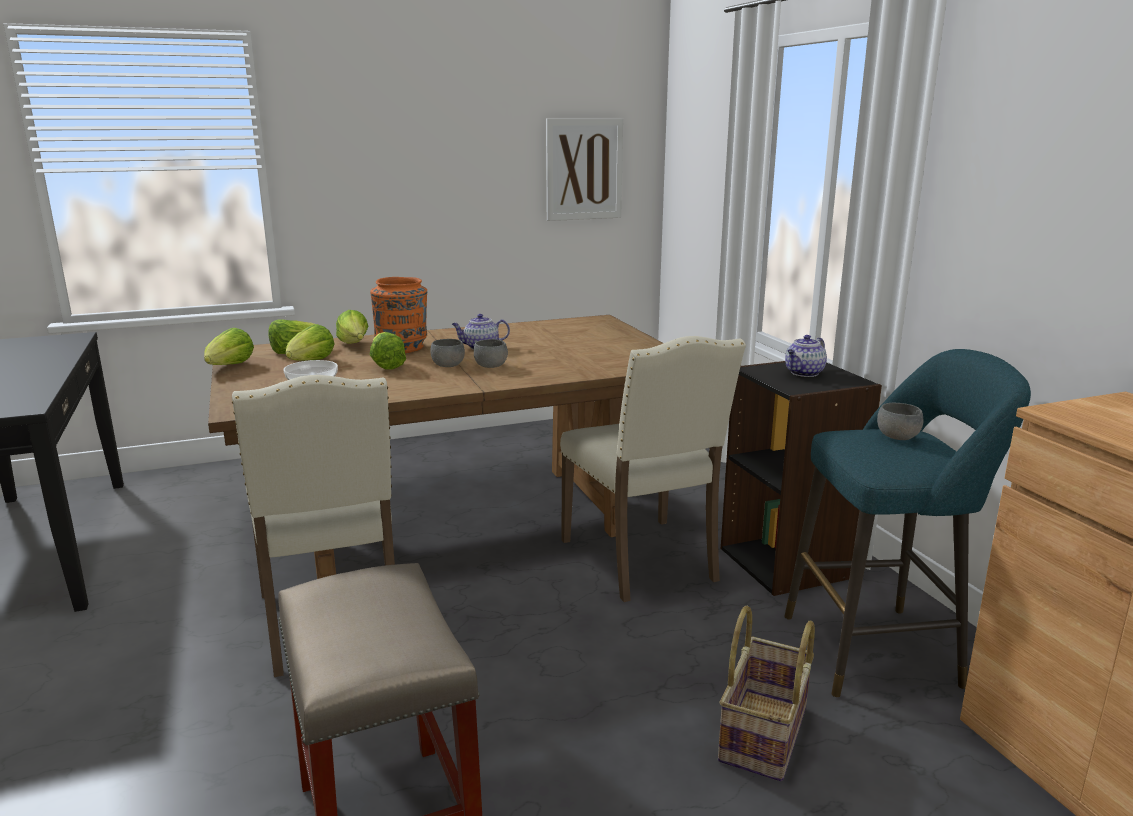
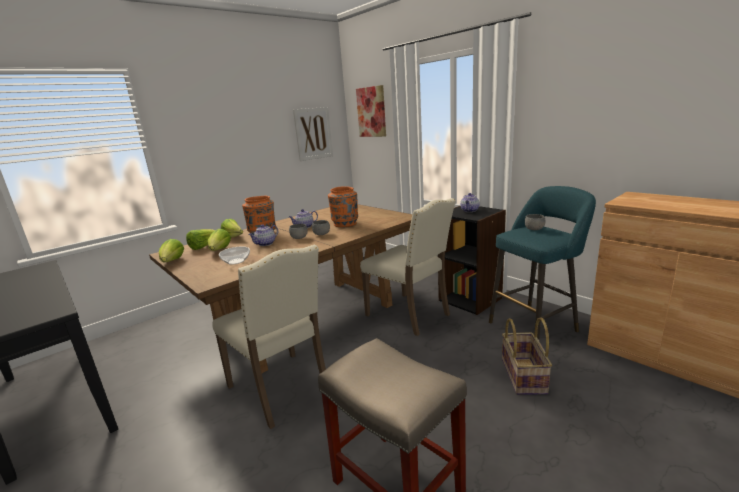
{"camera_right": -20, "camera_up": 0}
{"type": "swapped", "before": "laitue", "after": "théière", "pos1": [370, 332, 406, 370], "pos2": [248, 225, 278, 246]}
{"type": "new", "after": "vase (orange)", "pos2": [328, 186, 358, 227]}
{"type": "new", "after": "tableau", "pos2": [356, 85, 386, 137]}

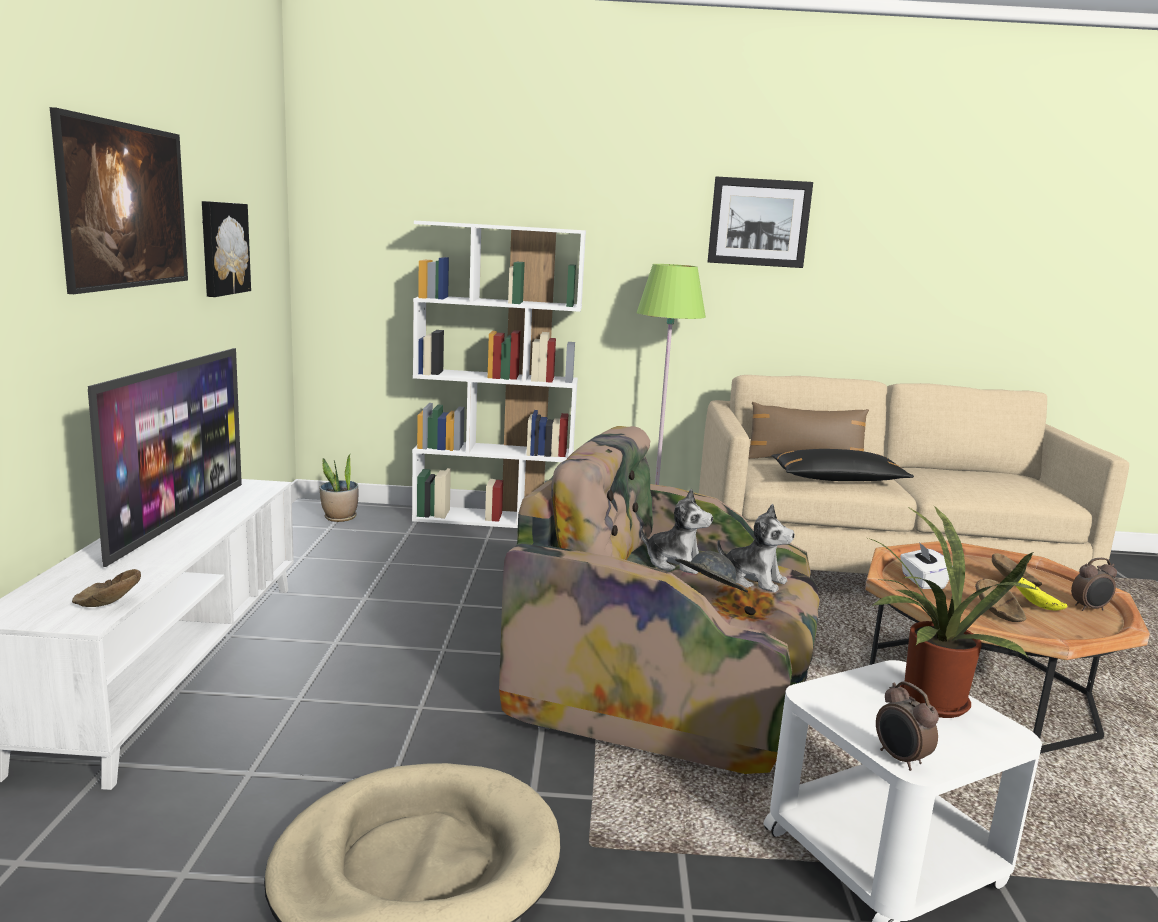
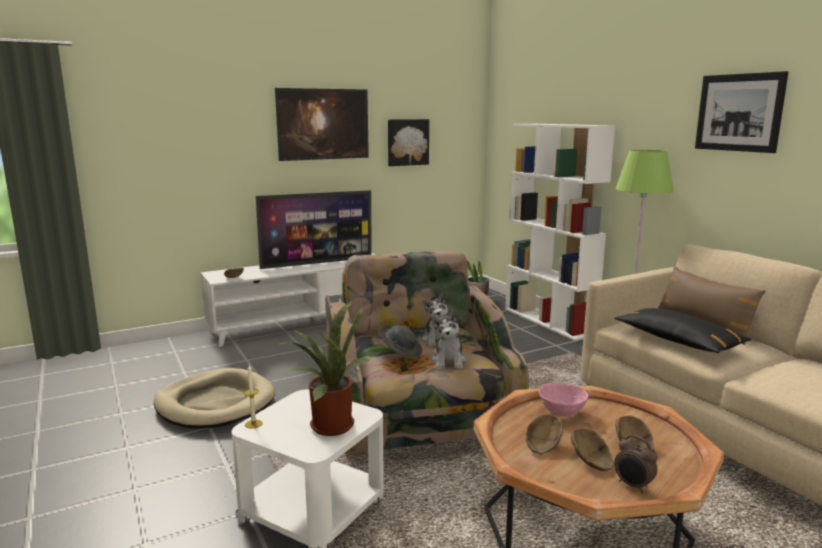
{"camera_right": 60, "camera_up": 0}
{"type": "swapped", "before": "réveil", "after": "bougie", "pos1": [876, 681, 939, 771], "pos2": [244, 365, 263, 429]}
{"type": "swapped", "before": "boîte à mouchoirs (blanc)", "after": "bol (rose)", "pos1": [900, 542, 953, 589], "pos2": [539, 383, 588, 417]}
{"type": "repainted", "before": "bol (jaune)", "after": "bol (marron)", "pos1": [1016, 578, 1067, 611], "pos2": [571, 428, 614, 471]}

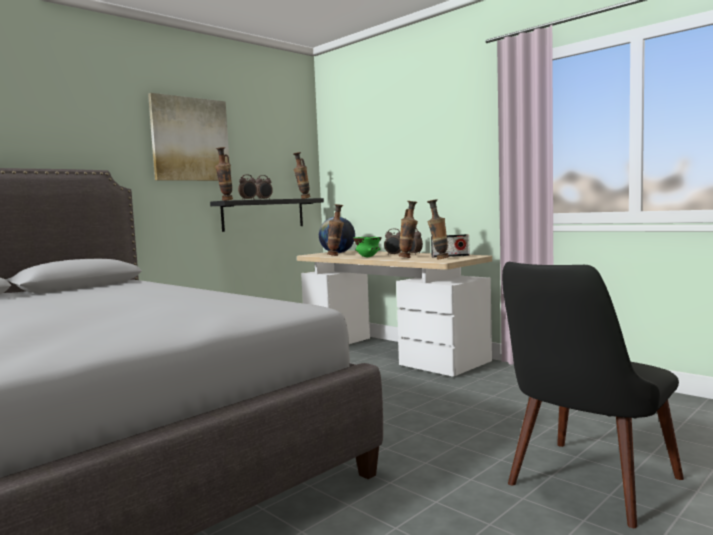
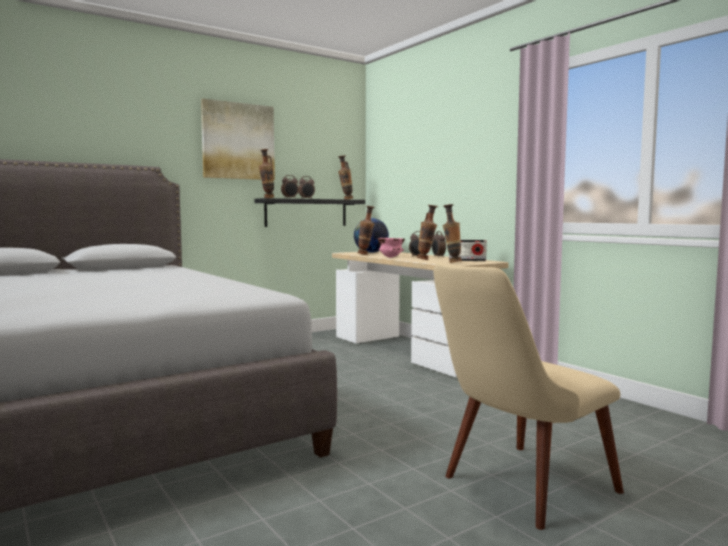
{"camera_right": 10, "camera_up": 0}
{"type": "repainted", "before": "bol (vert)", "after": "bol (rose)", "pos1": [353, 237, 382, 258], "pos2": [377, 238, 405, 258]}
{"type": "repainted", "before": "chaise (noir)", "after": "chaise (beige)", "pos1": [502, 262, 684, 528], "pos2": [433, 262, 624, 530]}

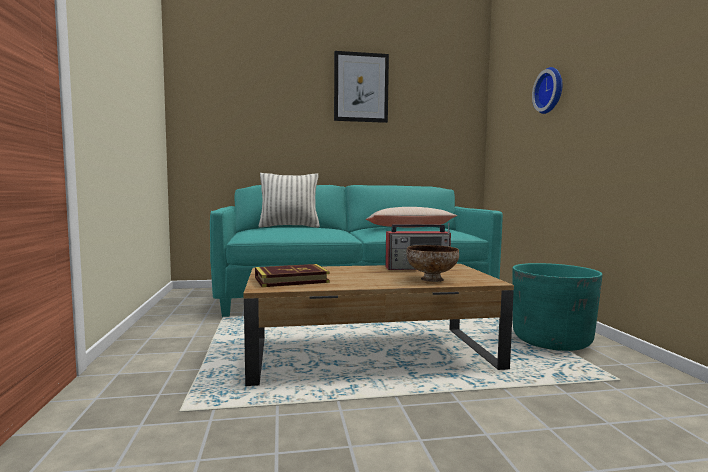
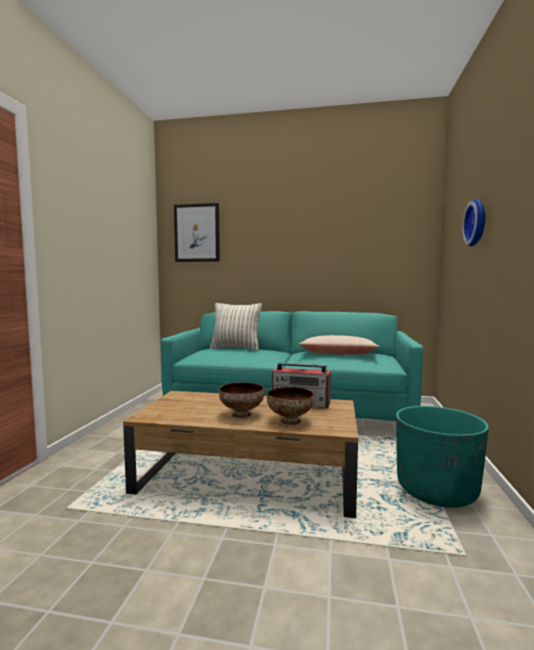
{"camera_right": 20, "camera_up": 0}
{"type": "gone", "before": "livre", "pos1": [255, 264, 330, 287]}
{"type": "shifted", "before": "tableau", "pos1": [334, 51, 389, 123], "pos2": [174, 203, 220, 262]}
{"type": "new", "after": "bol", "pos2": [219, 382, 264, 418]}

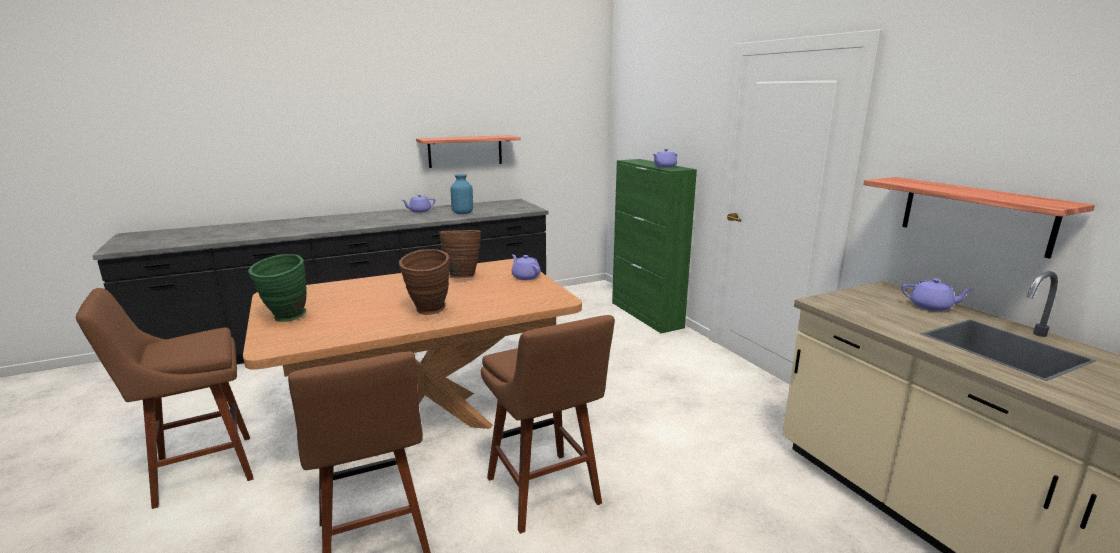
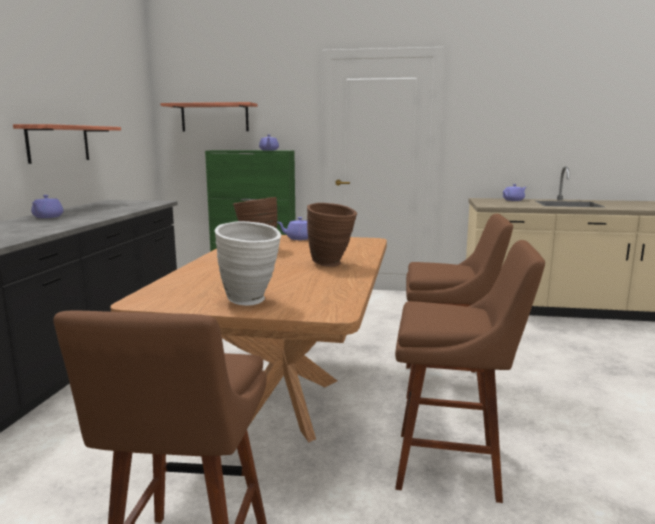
{"camera_right": -55, "camera_up": -5}
{"type": "repainted", "before": "vase (vert)", "after": "vase (blanc)", "pos1": [248, 254, 307, 322], "pos2": [215, 221, 281, 306]}
{"type": "gone", "before": "vase (bleu)", "pos1": [450, 174, 473, 214]}
{"type": "shifted", "before": "étagère", "pos1": [863, 177, 1095, 259], "pos2": [160, 102, 257, 131]}

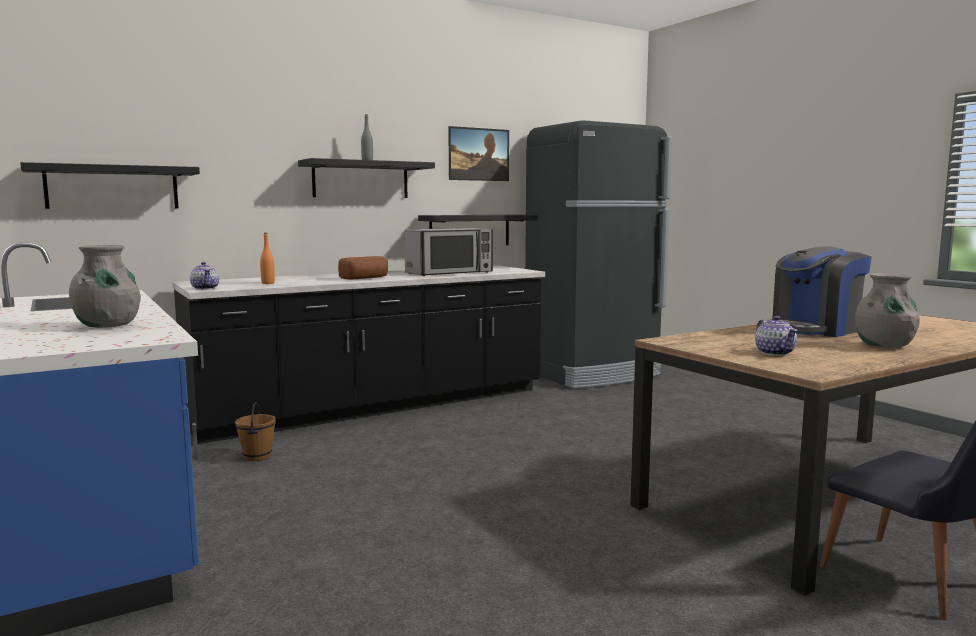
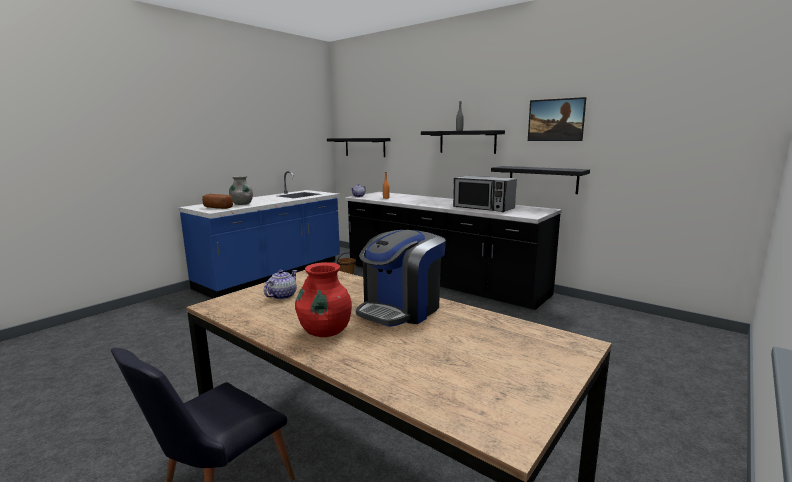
{"camera_right": 70, "camera_up": 5}
{"type": "shifted", "before": "pain", "pos1": [338, 256, 388, 280], "pos2": [202, 194, 233, 209]}
{"type": "gone", "before": "réfrigérateur (noir)", "pos1": [525, 120, 672, 389]}
{"type": "rotated", "before": "théière", "pos1": [755, 316, 798, 356], "pos2": [264, 270, 298, 300], "turn": 150}
{"type": "rotated", "before": "machine à café", "pos1": [768, 246, 872, 337], "pos2": [356, 230, 446, 327], "turn": -90}
{"type": "repainted", "before": "vase (gris)", "after": "vase (rouge)", "pos1": [855, 273, 920, 348], "pos2": [295, 262, 352, 337]}

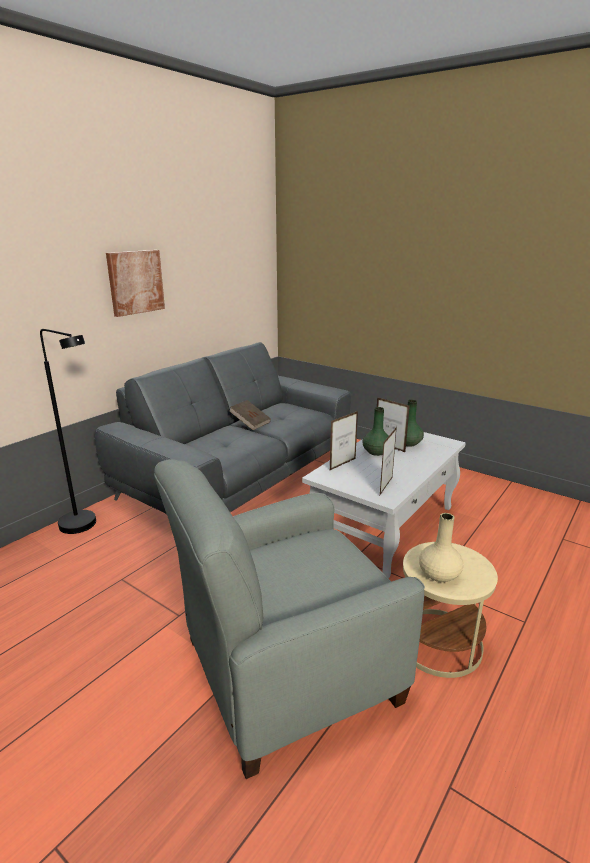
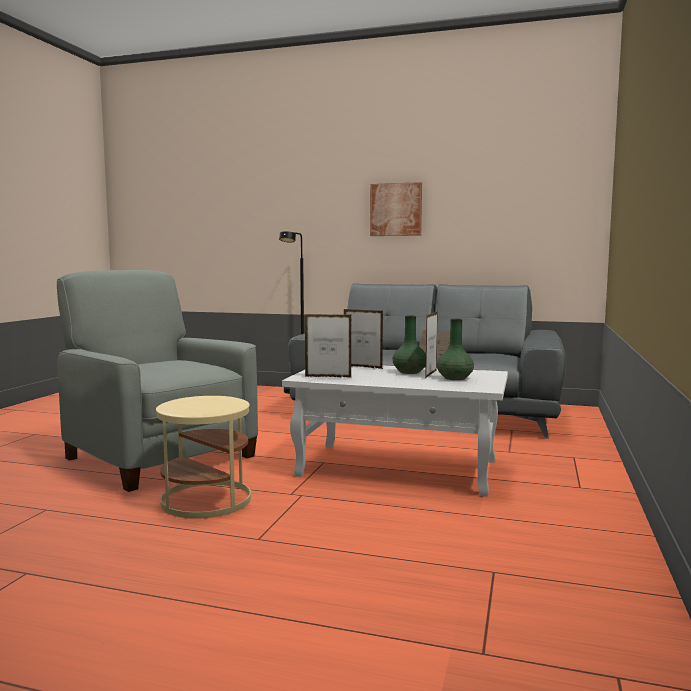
{"camera_right": 70, "camera_up": -15}
{"type": "gone", "before": "vase (beige)", "pos1": [419, 513, 464, 582]}

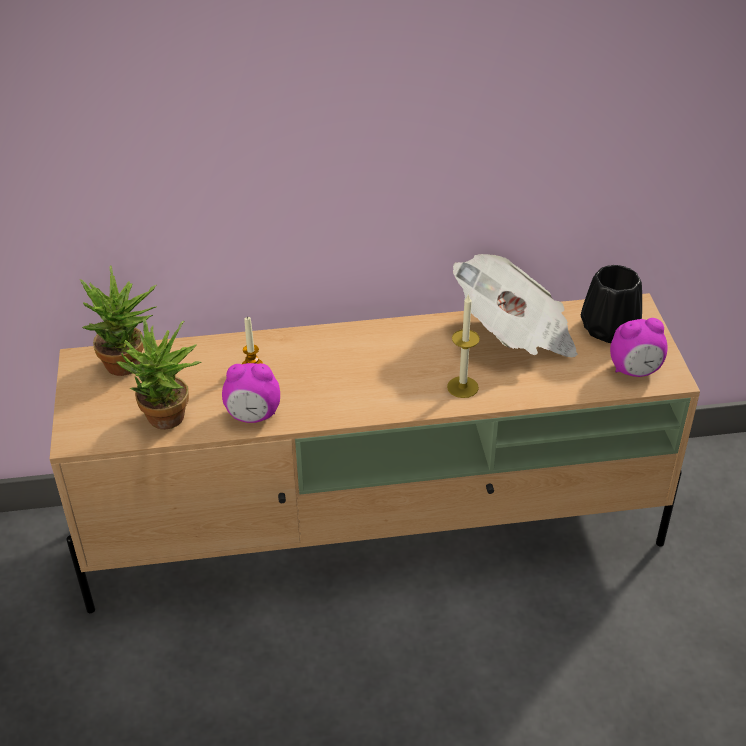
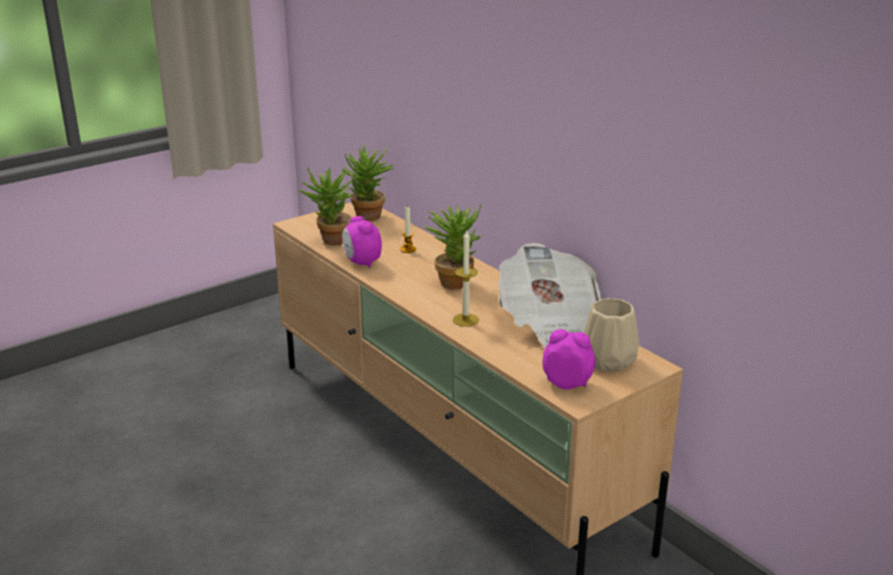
{"camera_right": 60, "camera_up": -15}
{"type": "repainted", "before": "vase (noir)", "after": "vase (beige)", "pos1": [581, 265, 642, 343], "pos2": [584, 298, 639, 371]}
{"type": "rotated", "before": "réveil", "pos1": [610, 318, 668, 377], "pos2": [542, 329, 595, 390], "turn": 150}
{"type": "new", "after": "plante en pot", "pos2": [423, 205, 482, 290]}

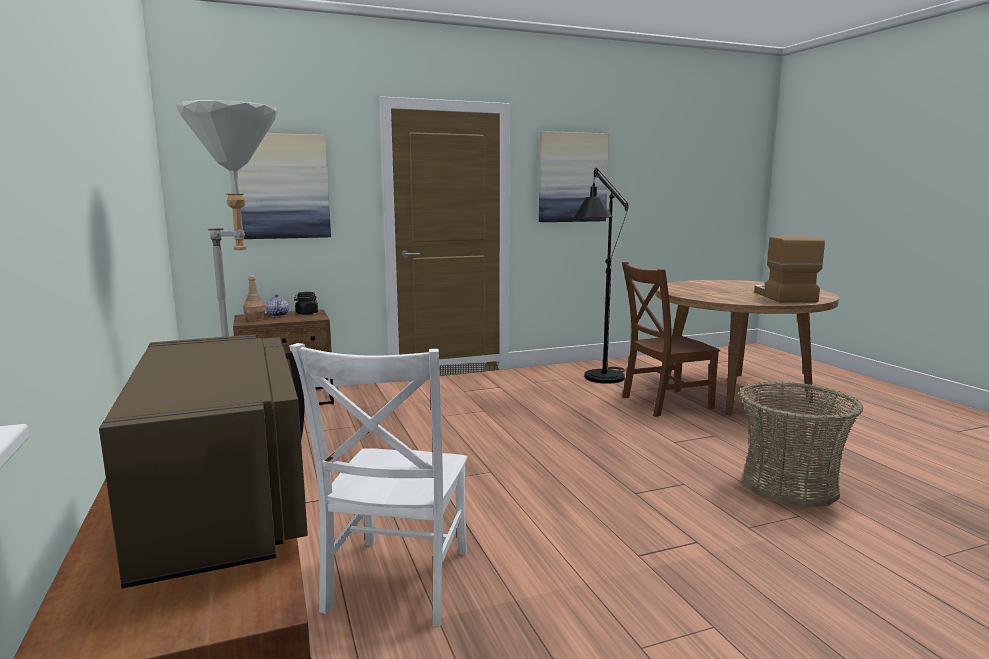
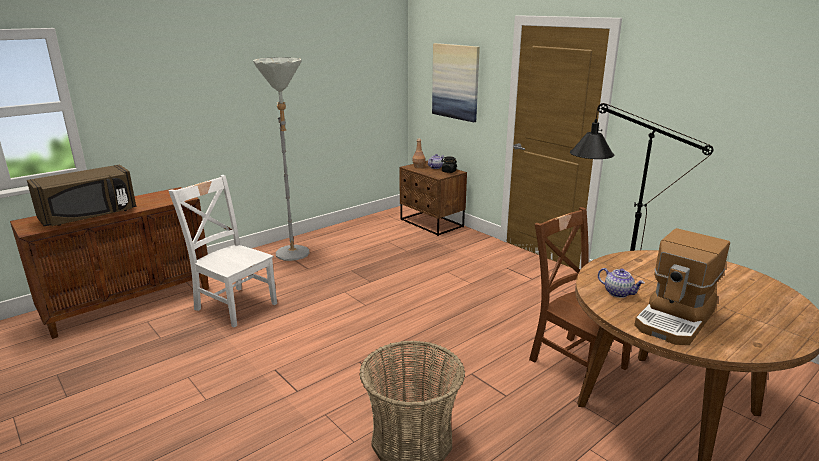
{"camera_right": 70, "camera_up": 10}
{"type": "rotated", "before": "chaise (blanc)", "pos1": [289, 343, 468, 626], "pos2": [168, 175, 277, 328], "turn": 45}
{"type": "gone", "before": "tableau", "pos1": [539, 131, 609, 222]}
{"type": "rotated", "before": "machine à café", "pos1": [754, 236, 825, 302], "pos2": [634, 228, 730, 345], "turn": 150}
{"type": "new", "after": "théière", "pos2": [598, 268, 645, 298]}

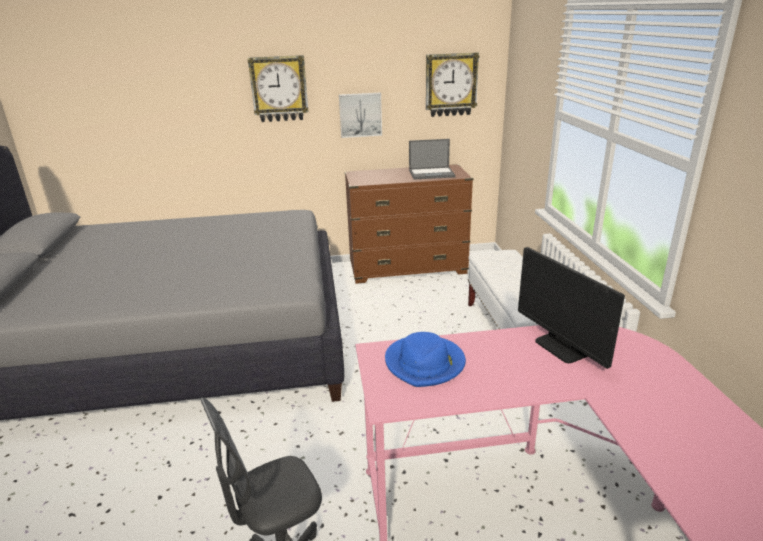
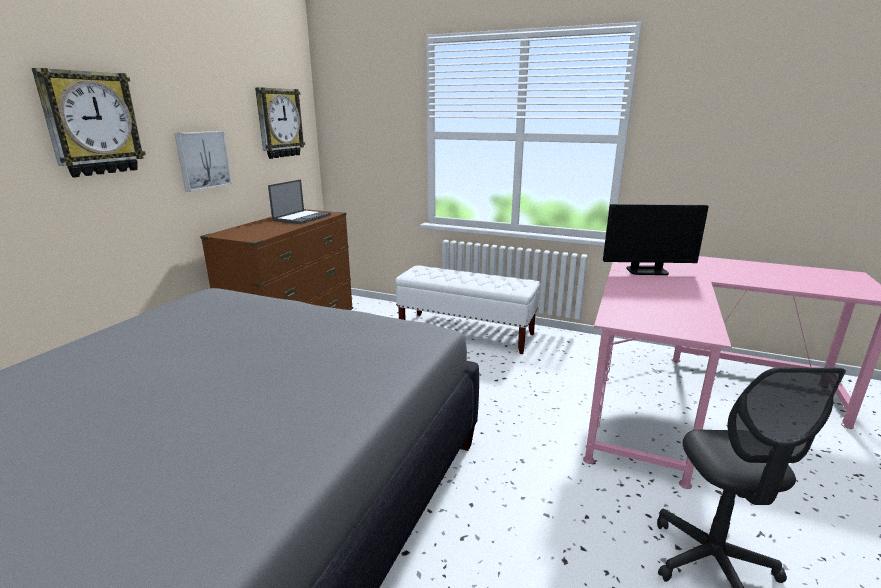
{"camera_right": -60, "camera_up": -5}
{"type": "gone", "before": "chapeau (bleu)", "pos1": [385, 332, 466, 387]}

